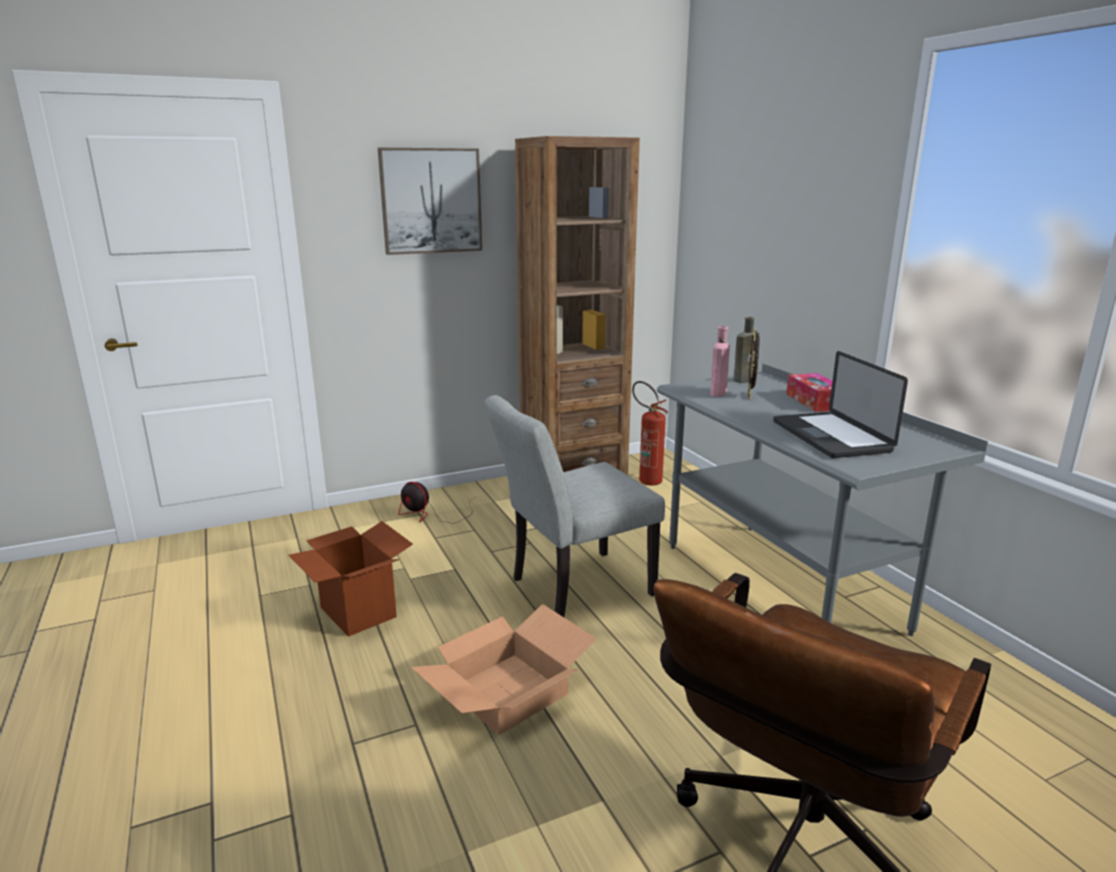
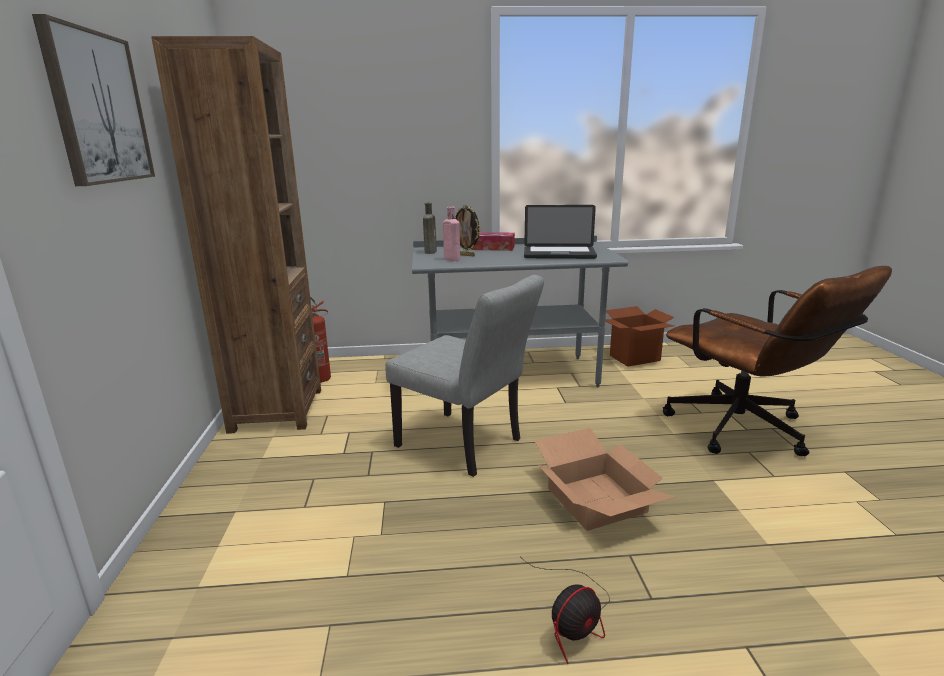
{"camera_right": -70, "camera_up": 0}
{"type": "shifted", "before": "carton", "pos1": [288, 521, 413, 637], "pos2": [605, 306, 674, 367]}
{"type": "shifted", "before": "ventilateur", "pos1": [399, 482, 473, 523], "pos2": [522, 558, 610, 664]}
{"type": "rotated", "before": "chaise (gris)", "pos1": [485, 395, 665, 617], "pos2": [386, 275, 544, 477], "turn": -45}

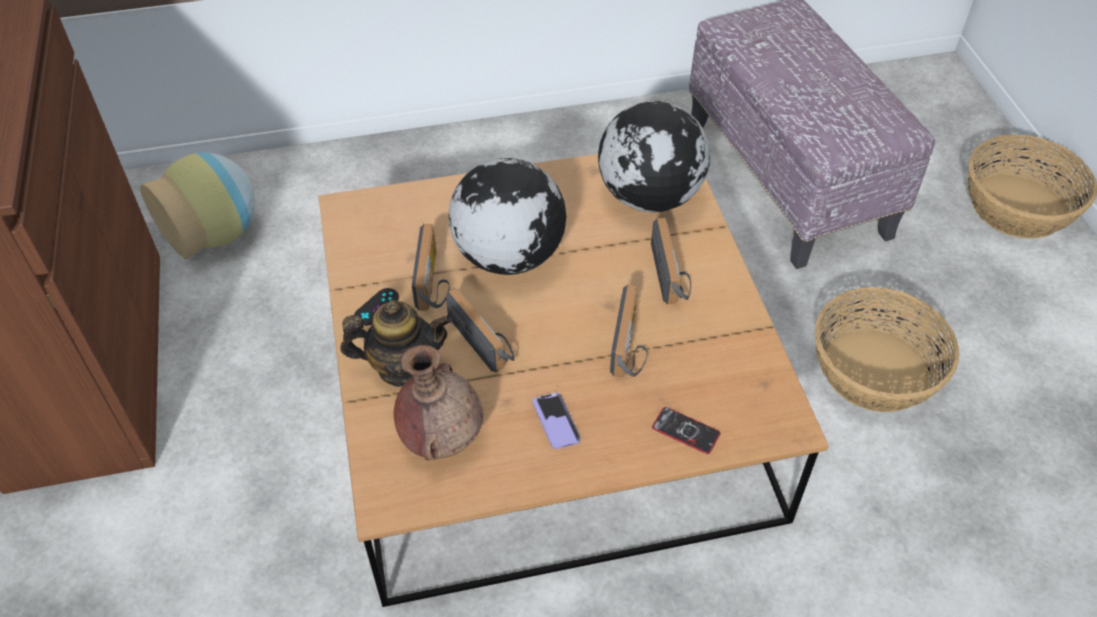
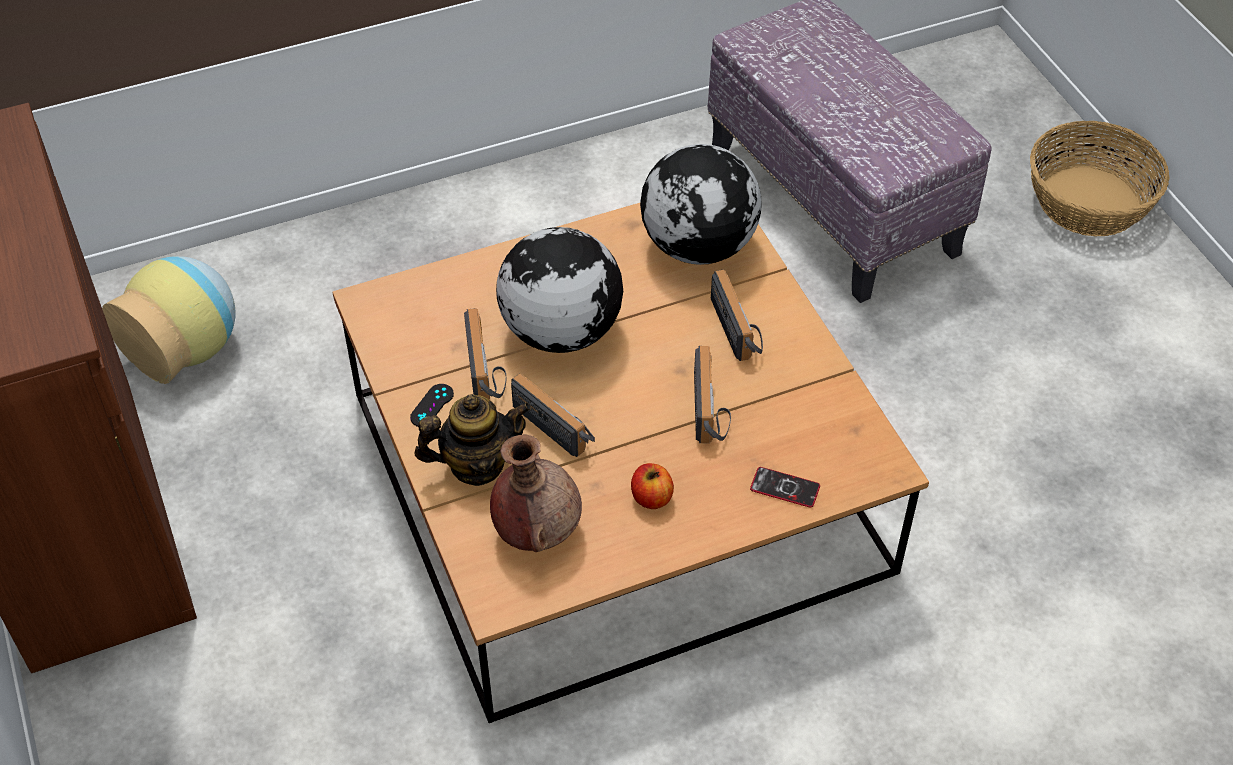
{"camera_right": -10, "camera_up": 0}
{"type": "swapped", "before": "téléphone", "after": "pomme", "pos1": [533, 393, 581, 449], "pos2": [631, 463, 674, 509]}
{"type": "gone", "before": "panier", "pos1": [815, 287, 959, 412]}

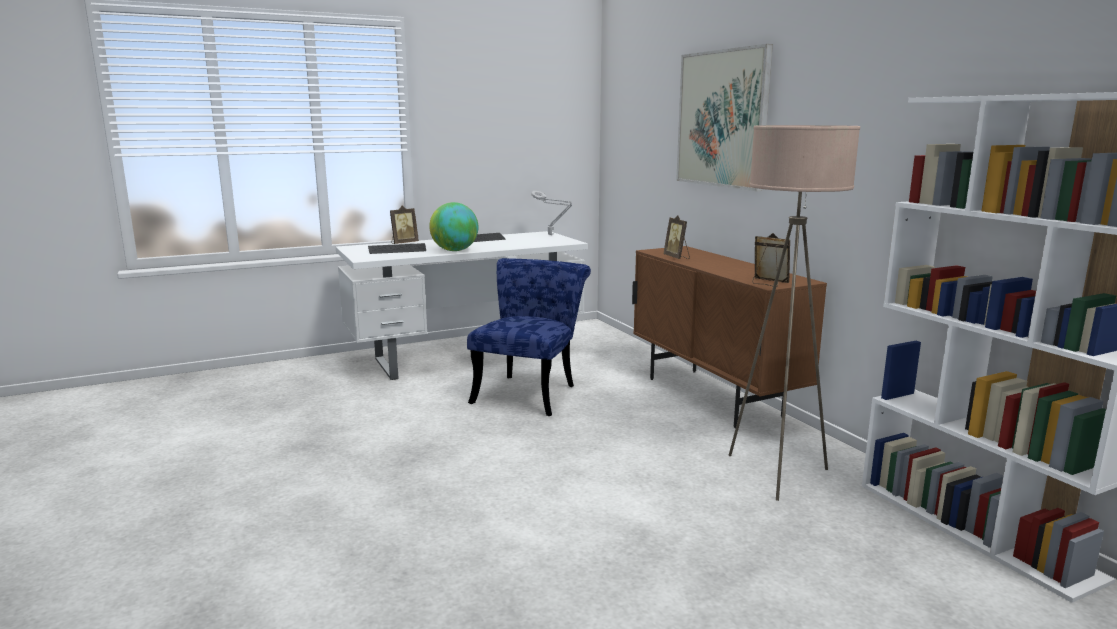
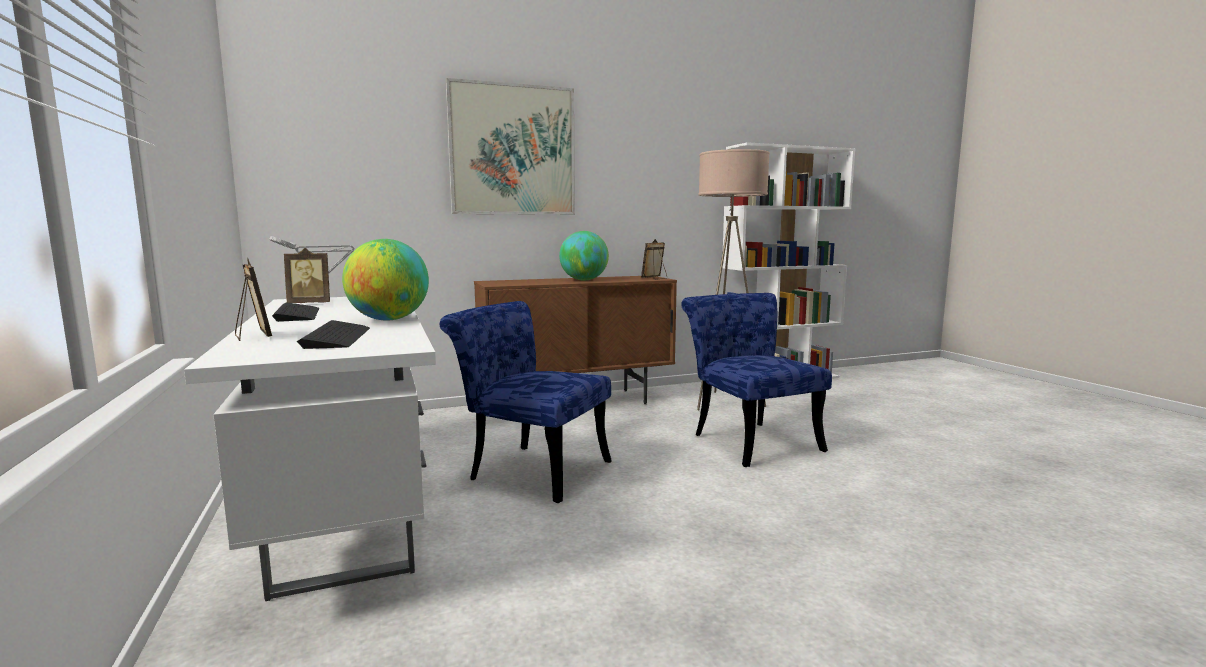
{"camera_right": -85, "camera_up": -5}
{"type": "shifted", "before": "cadre photo", "pos1": [663, 215, 690, 259], "pos2": [284, 248, 330, 303]}
{"type": "new", "after": "globe", "pos2": [559, 231, 609, 281]}
{"type": "new", "after": "chaise (bleu)", "pos2": [681, 293, 832, 467]}

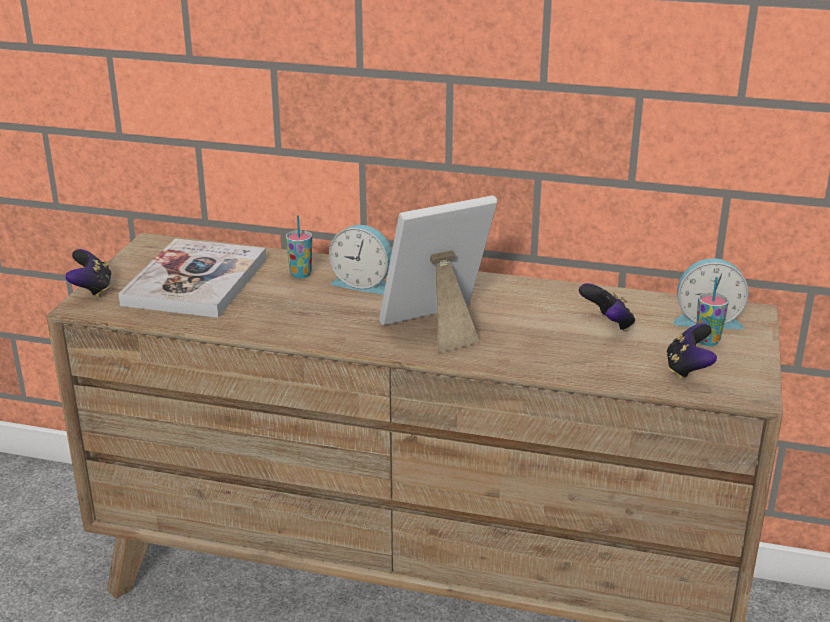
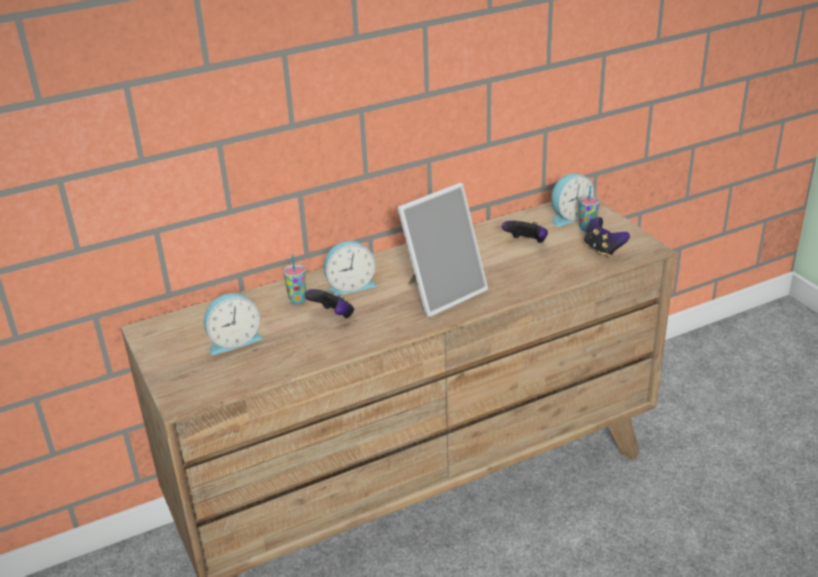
{"camera_right": -40, "camera_up": 5}
{"type": "shifted", "before": "manette", "pos1": [65, 249, 112, 297], "pos2": [305, 289, 354, 318]}
{"type": "swapped", "before": "livre", "after": "réveil", "pos1": [118, 238, 266, 318], "pos2": [204, 293, 263, 355]}
{"type": "rotated", "before": "cadre photo", "pos1": [379, 196, 498, 353], "pos2": [397, 183, 488, 317], "turn": -150}

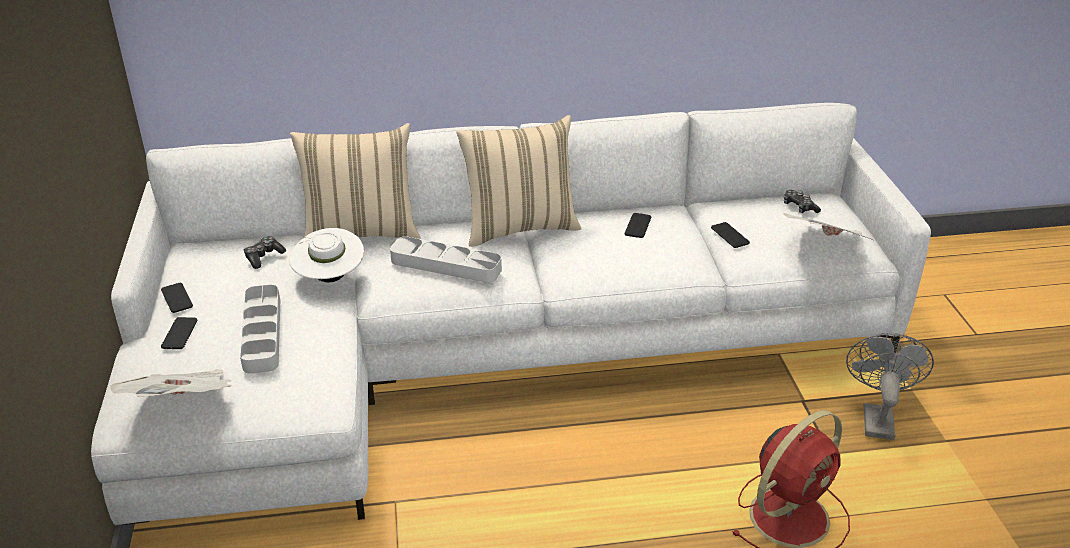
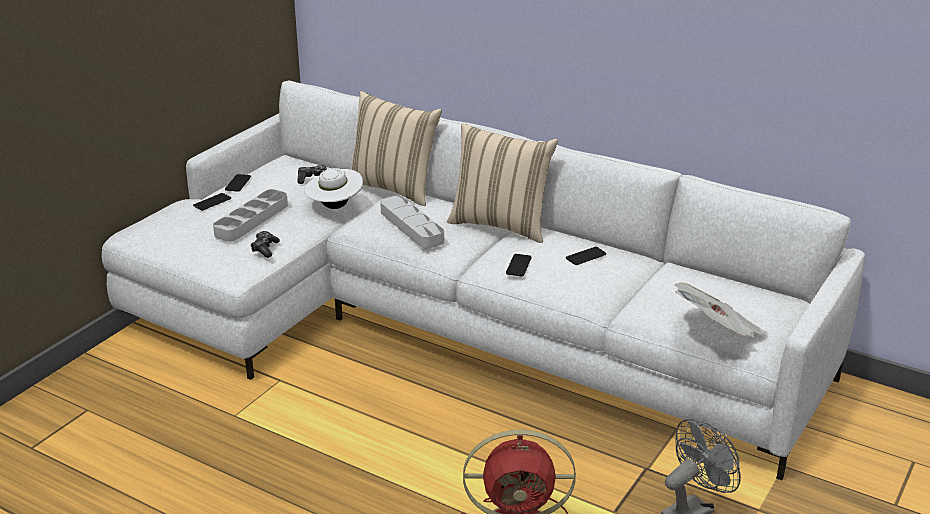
{"camera_right": 40, "camera_up": -5}
{"type": "gone", "before": "journal", "pos1": [110, 369, 232, 397]}
{"type": "shifted", "before": "téléphone", "pos1": [711, 222, 750, 248], "pos2": [506, 254, 532, 276]}
{"type": "shifted", "before": "manette", "pos1": [784, 190, 821, 213], "pos2": [251, 231, 280, 258]}

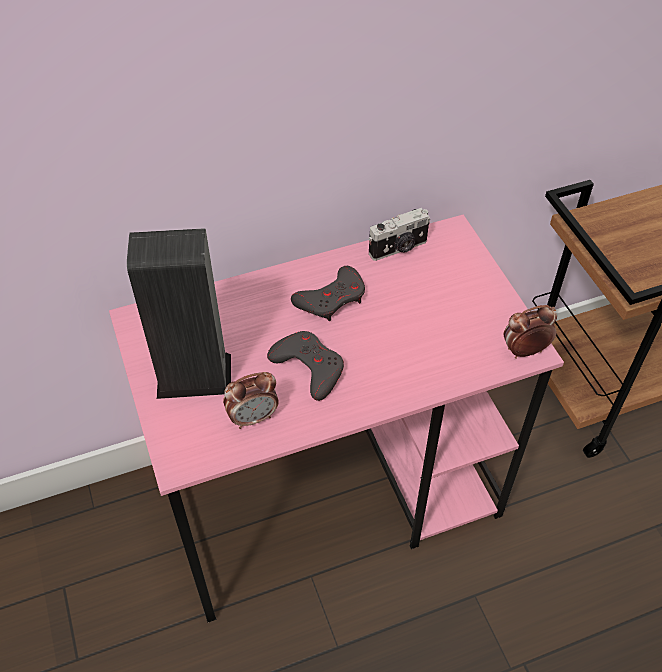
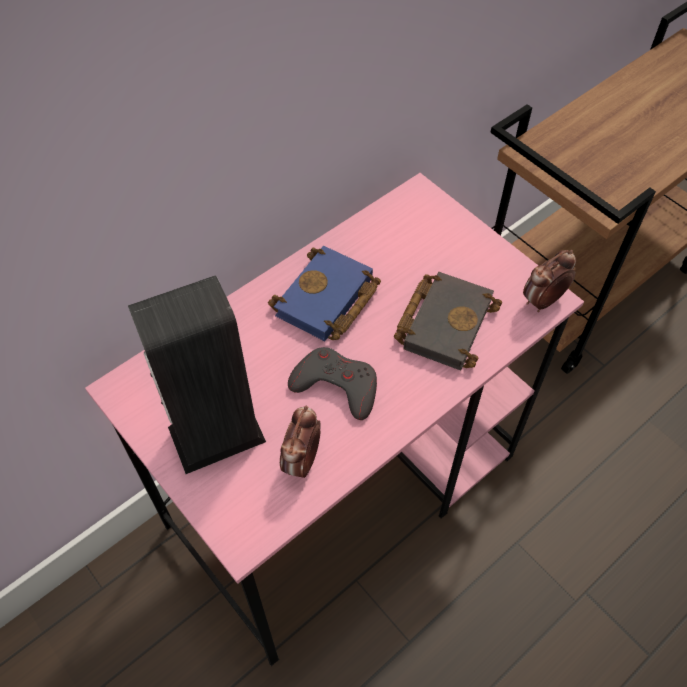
{"camera_right": -20, "camera_up": 5}
{"type": "rotated", "before": "réveil", "pos1": [223, 372, 279, 429], "pos2": [280, 406, 321, 478], "turn": 150}
{"type": "swapped", "before": "manette (gris)", "after": "livre (bleu)", "pos1": [291, 266, 365, 321], "pos2": [268, 246, 381, 341]}
{"type": "gone", "before": "appareil photo", "pos1": [369, 208, 430, 261]}
{"type": "new", "after": "livre (noir)", "pos2": [394, 272, 502, 371]}

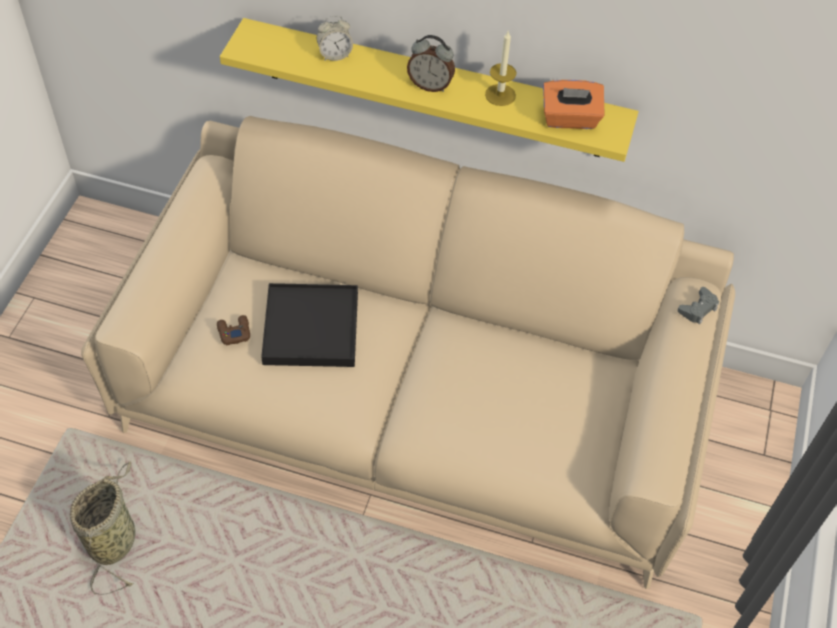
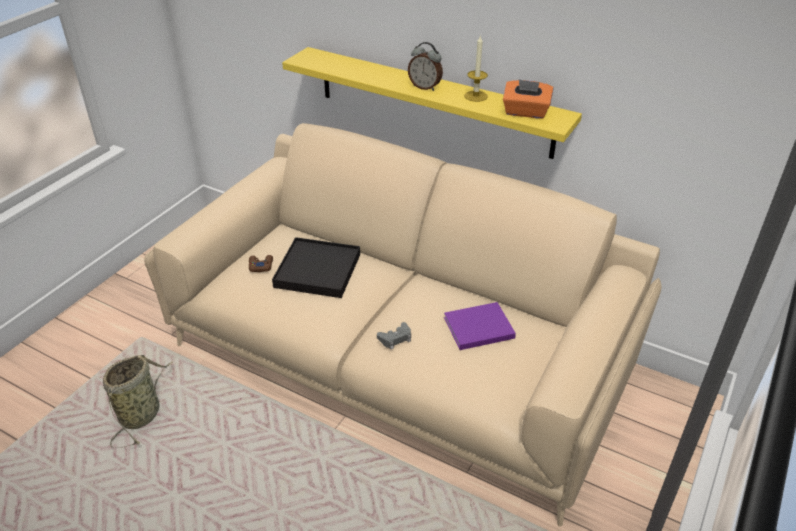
{"camera_right": 15, "camera_up": -15}
{"type": "gone", "before": "réveil", "pos1": [317, 16, 353, 61]}
{"type": "shifted", "before": "manette (gris)", "pos1": [678, 287, 719, 325], "pos2": [377, 322, 411, 349]}
{"type": "new", "after": "livre (violet)", "pos2": [444, 302, 516, 350]}

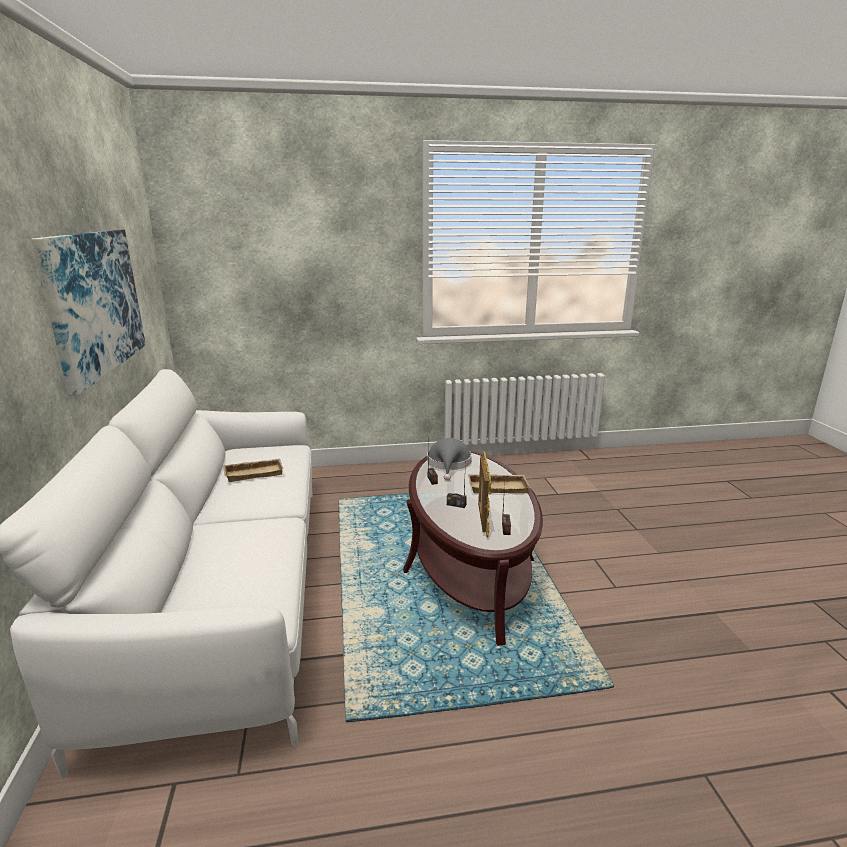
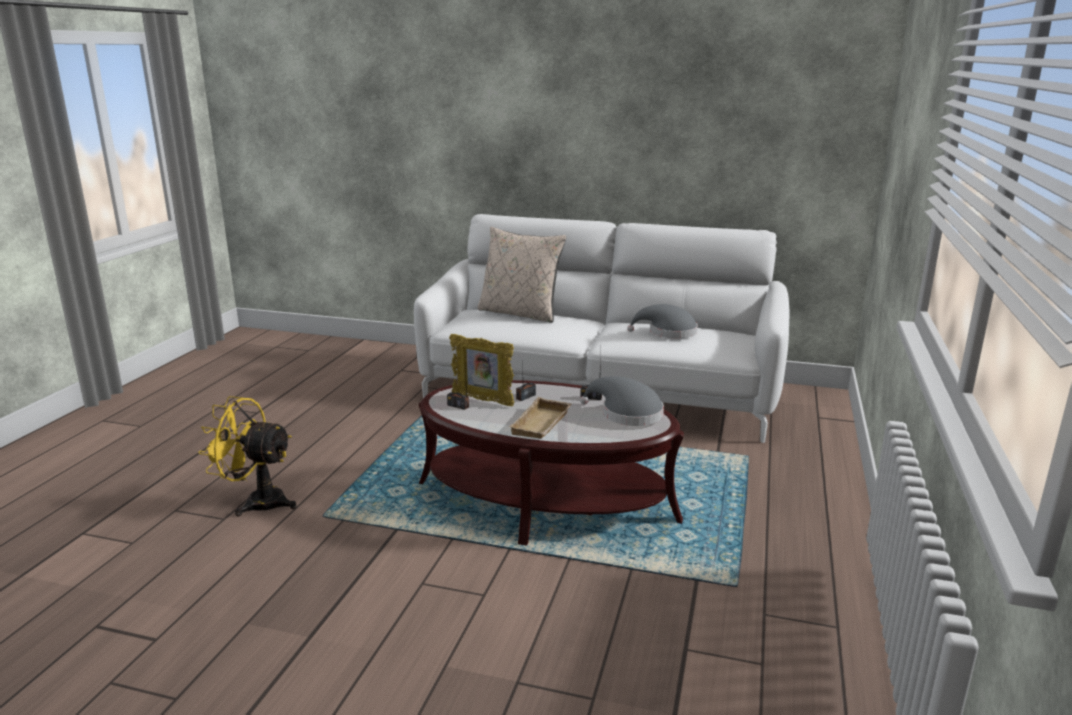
{"camera_right": 115, "camera_up": 0}
{"type": "gone", "before": "tableau", "pos1": [31, 230, 146, 396]}
{"type": "swapped", "before": "plateau (beige)", "after": "chapeau (gris)", "pos1": [224, 458, 284, 482], "pos2": [627, 304, 698, 338]}
{"type": "new", "after": "ventilateur (jaune)", "pos2": [198, 396, 297, 516]}
{"type": "new", "after": "coussin (beige)", "pos2": [478, 227, 567, 323]}

